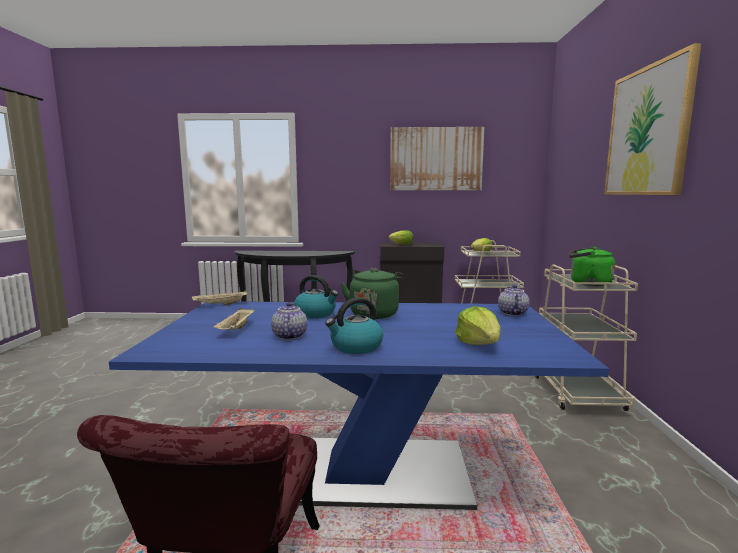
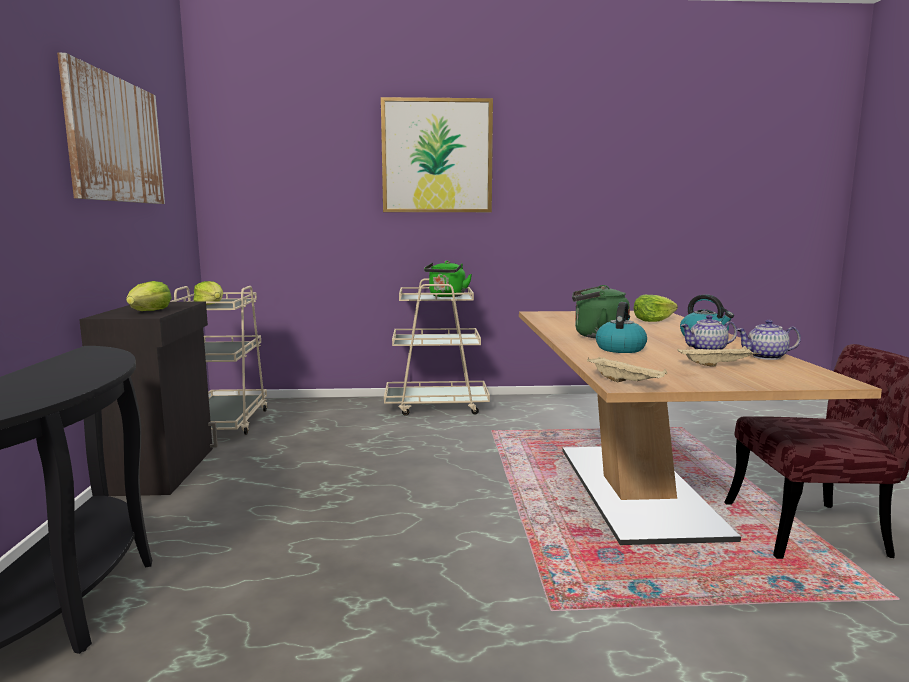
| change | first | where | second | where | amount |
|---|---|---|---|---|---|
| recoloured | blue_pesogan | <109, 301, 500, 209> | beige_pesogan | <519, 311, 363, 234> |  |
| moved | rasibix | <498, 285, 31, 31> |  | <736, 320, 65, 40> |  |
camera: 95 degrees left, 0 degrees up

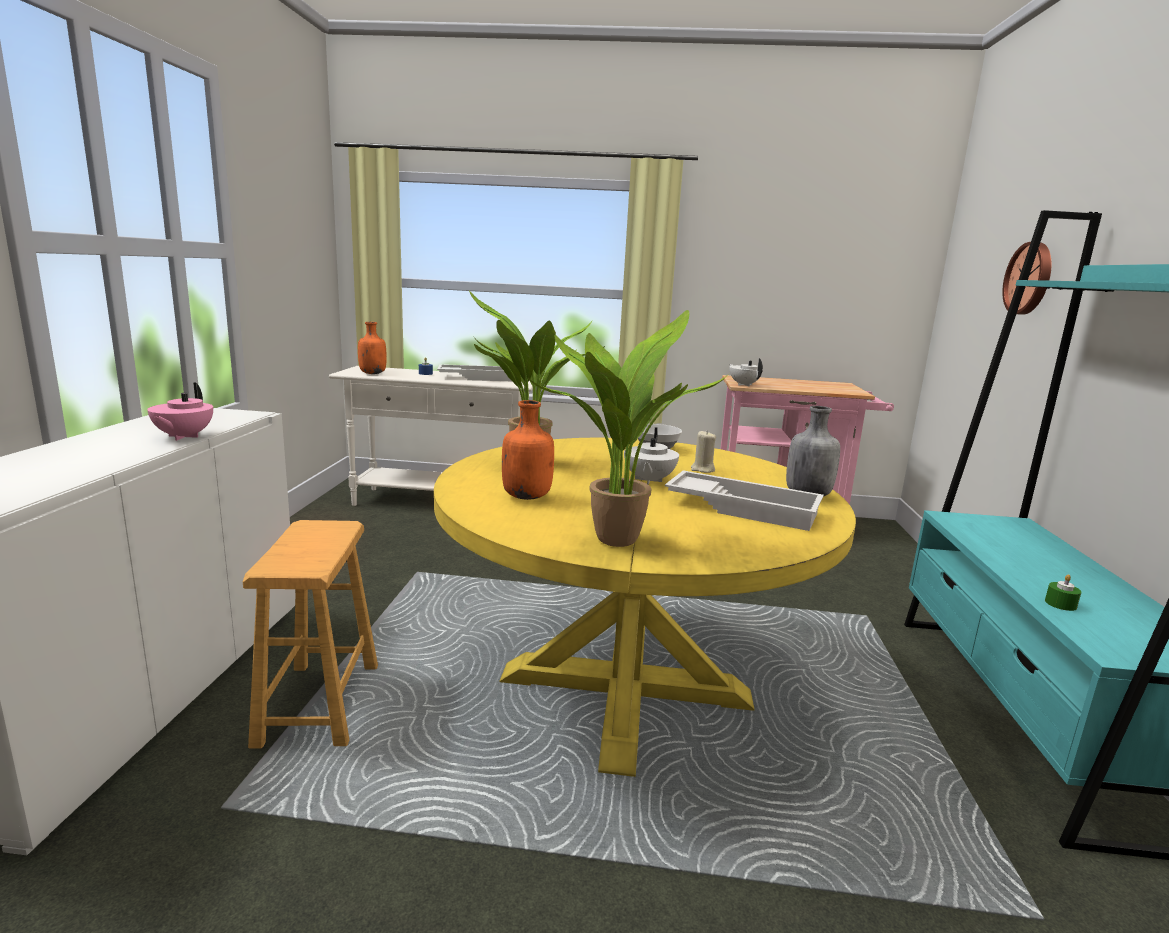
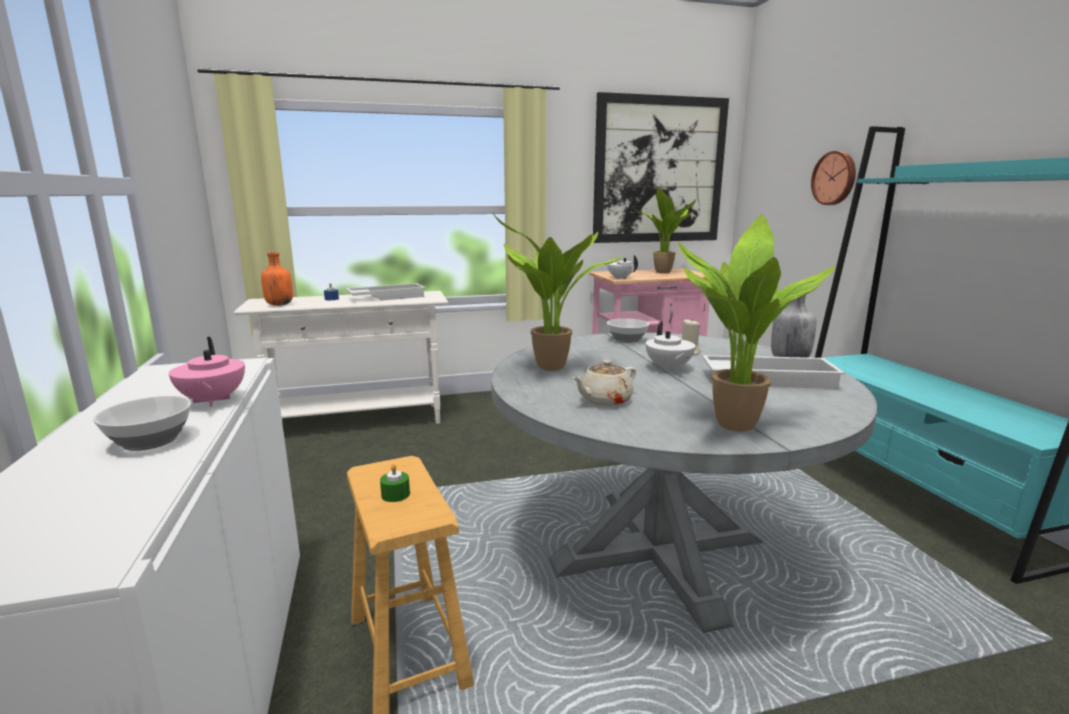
| change | first | where | second | where | amount |
|---|---|---|---|---|---|
| added |  |  | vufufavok | <93, 396, 98, 55> |  |
| moved | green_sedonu | <1045, 574, 36, 37> |  | <380, 464, 30, 38> |  |
| recoloured | yellow_pesogan | <434, 438, 422, 339> | grey_pesogan | <492, 333, 385, 300> |  |
| replaced | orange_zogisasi | <502, 400, 52, 100> | beige_rasibix | <572, 360, 64, 46> |  |
| added |  |  | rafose | <593, 92, 136, 151> |  |
| added |  |  | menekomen | <633, 187, 63, 87> |  |
camera: 20 degrees left, 0 degrees up

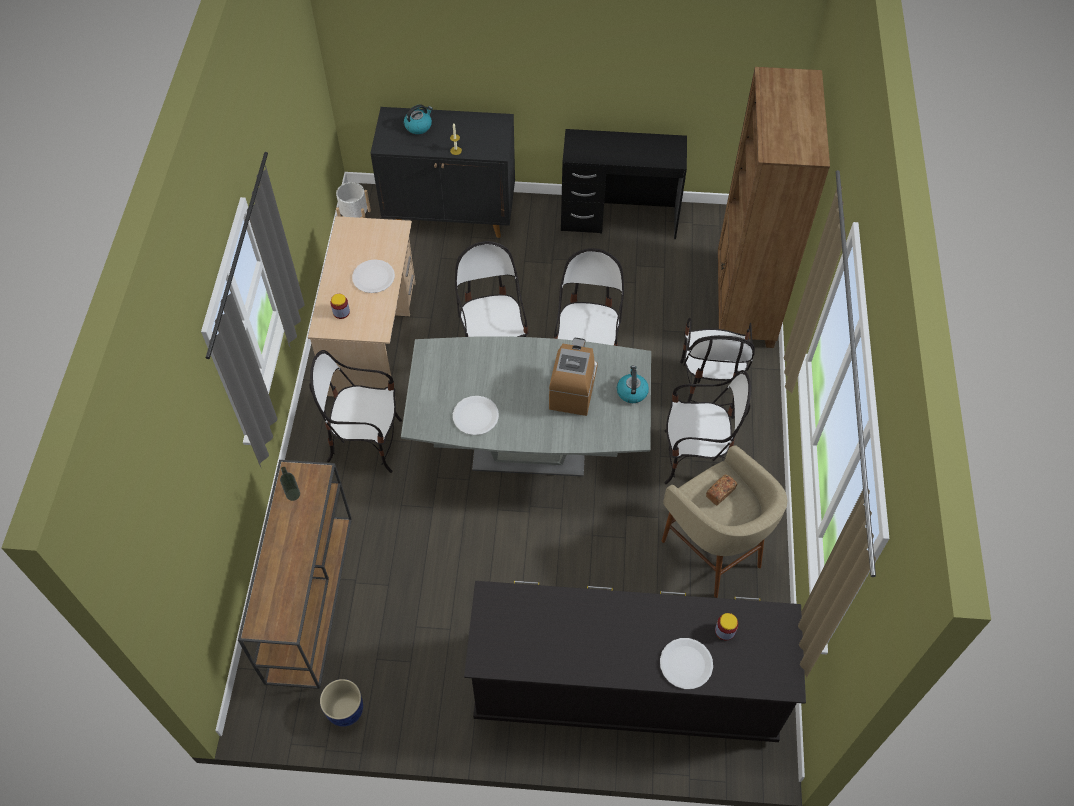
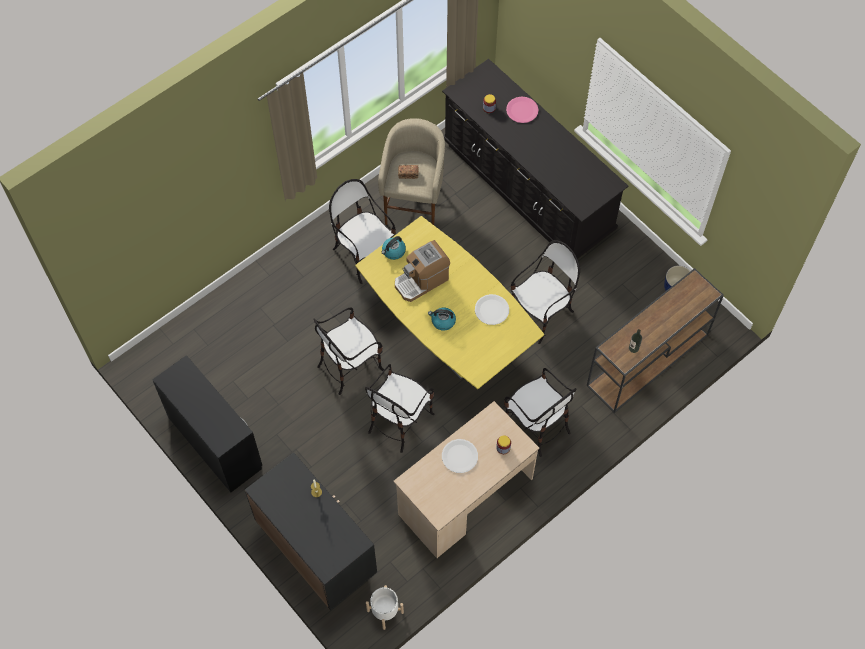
| change | first | where | second | where | amount |
|---|---|---|---|---|---|
| recoloured | grey_pesogan | <401, 336, 250, 141> | yellow_pesogan | <355, 216, 189, 173> |  |
| moved | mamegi | <404, 104, 29, 30> |  | <428, 308, 28, 23> |  |
| recoloured | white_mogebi | <660, 638, 53, 51> | pink_mogebi | <506, 97, 33, 26> |  |
| moved | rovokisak | <680, 318, 75, 101> |  | <511, 240, 69, 104> |  |
| removed | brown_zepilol | <718, 67, 112, 281> |  |  |  |
camera: 135 degrees left, 5 degrees up

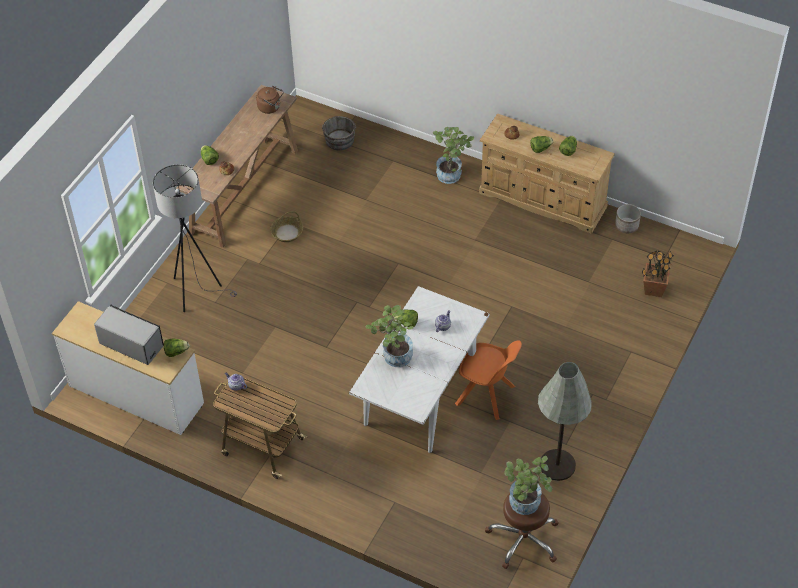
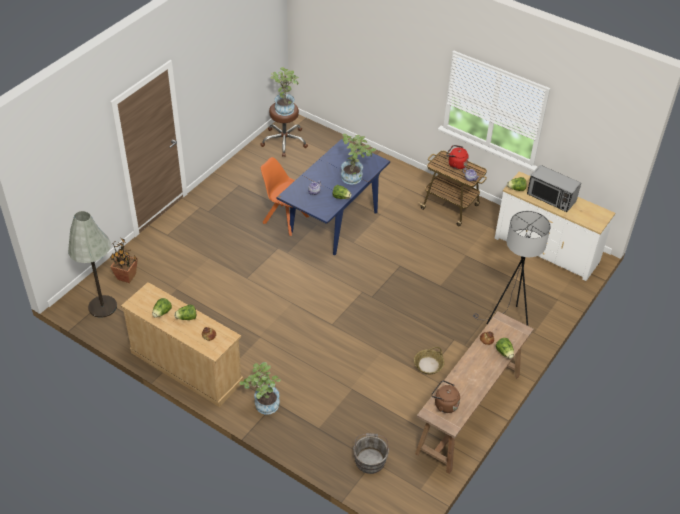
| change | first | where | second | where | amount |
|---|---|---|---|---|---|
| moved | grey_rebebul | <538, 362, 54, 119> |  | <68, 211, 49, 107> |  |
| recoloured | white_pesogan | <349, 286, 141, 167> | blue_pesogan | <277, 139, 113, 116> |  |
| added |  |  | red_mamegi | <446, 145, 23, 24> |  |
| removed | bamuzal | <615, 204, 26, 29> |  |  |  |
camera: 175 degrees left, 5 degrees down

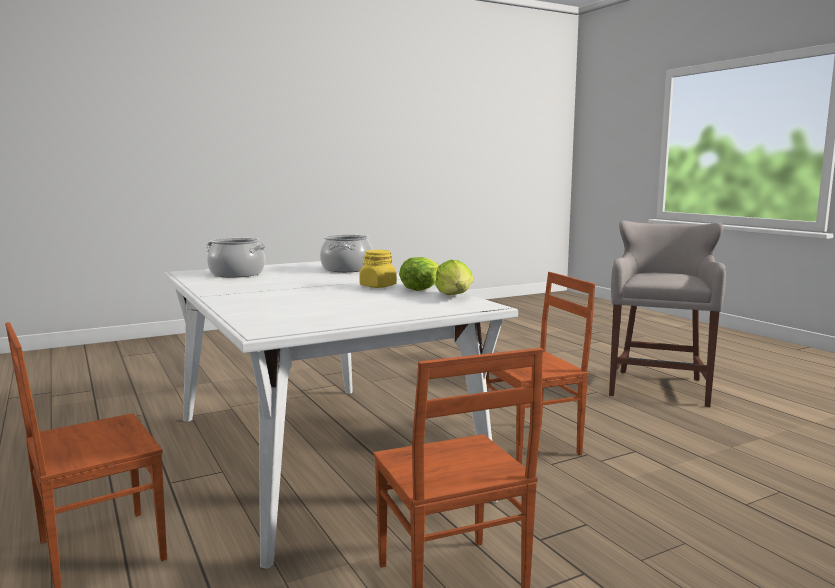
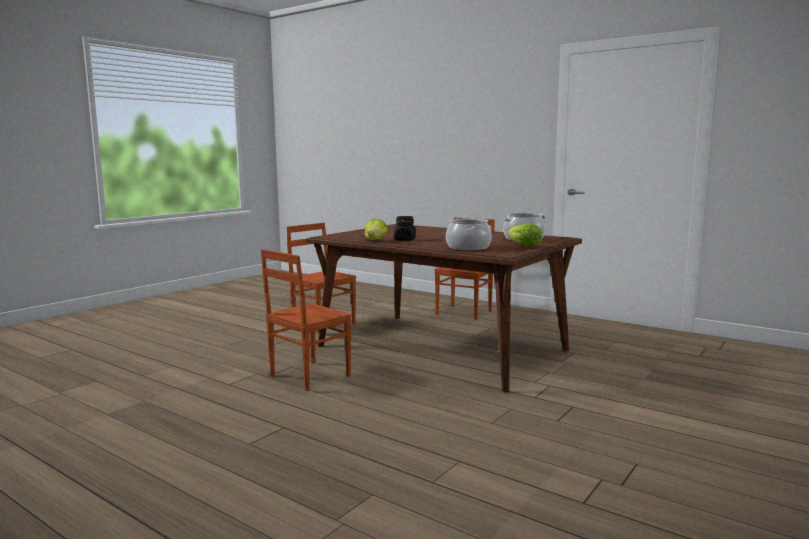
| change | first | where | second | where | amount |
|---|---|---|---|---|---|
| recoloured | white_pesogan | <164, 261, 354, 308> | brown_pesogan | <306, 224, 276, 168> |  |
| recoloured | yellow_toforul | <359, 250, 38, 38> | black_toforul | <394, 216, 22, 25> |  |
| moved | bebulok | <435, 260, 38, 35> |  | <507, 224, 35, 23> |  |
| removed | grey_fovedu | <609, 221, 117, 186> |  |  |  |
camera: 155 degrees right, 0 degrees up

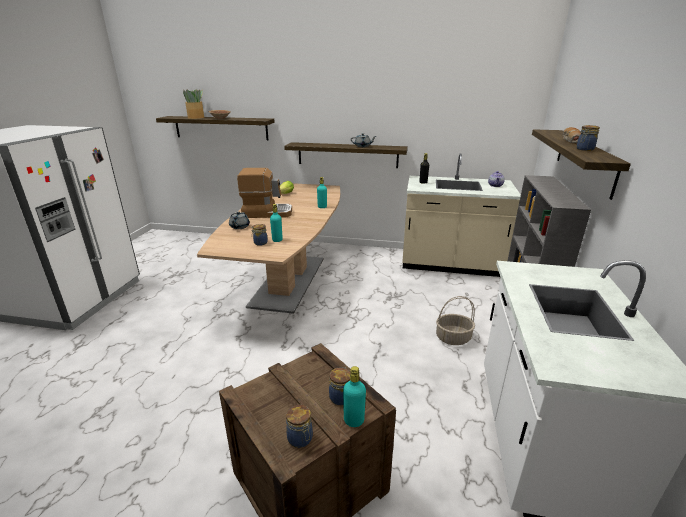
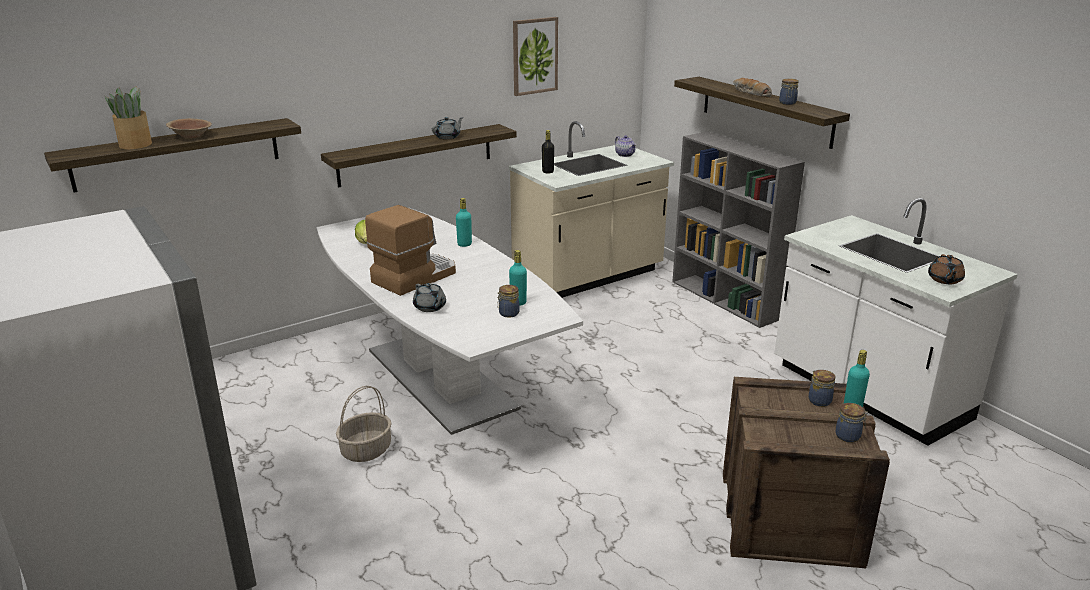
| change | first | where | second | where | amount |
|---|---|---|---|---|---|
| recoloured | brown_pesogan | <197, 183, 143, 131> | white_pesogan | <316, 208, 267, 227> |  |
| moved | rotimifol | <436, 296, 39, 49> |  | <336, 386, 56, 76> |  |
| added |  |  | rafose | <513, 17, 45, 79> |  |
| added |  |  | brown_rasibix | <928, 254, 37, 30> |  |
camera: 45 degrees left, 0 degrees up

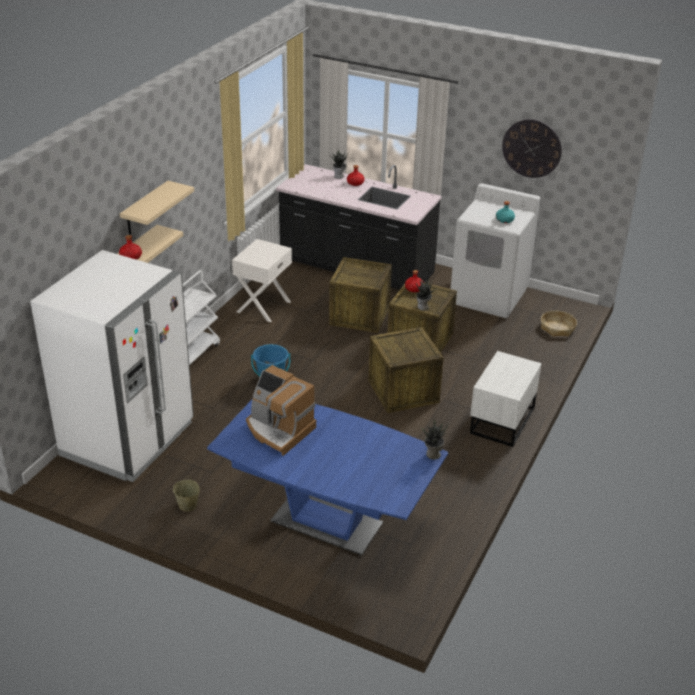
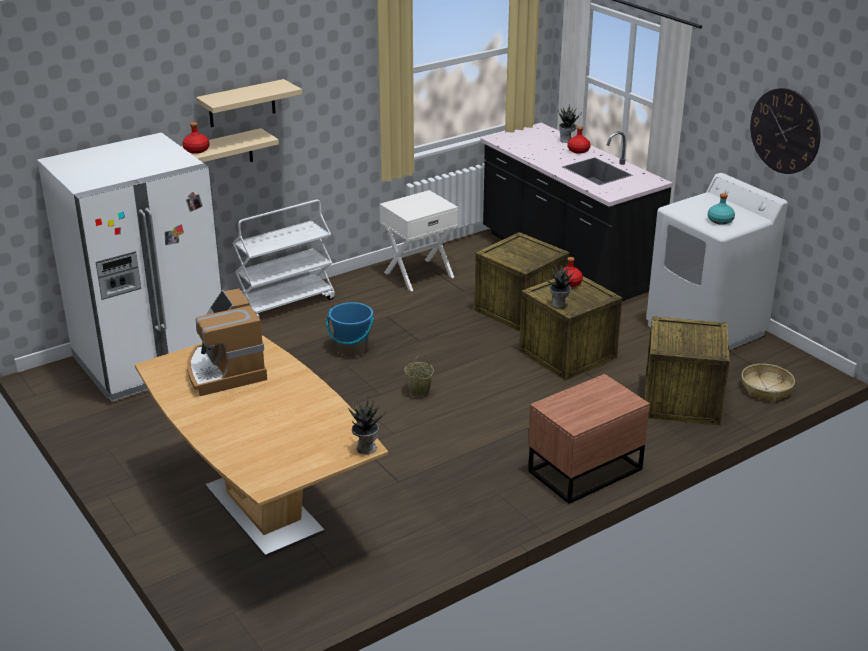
| change | first | where | second | where | amount |
|---|---|---|---|---|---|
| recoloured | blue_pesogan | <207, 400, 241, 156> | brown_pesogan | <135, 335, 253, 222> |  |
| moved | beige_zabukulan | <173, 476, 27, 35> |  | <404, 355, 30, 43> |  |
| recoloured | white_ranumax | <470, 351, 72, 96> | brown_ranumax | <528, 374, 122, 130> |  |
| moved | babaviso | <368, 327, 76, 86> |  | <645, 316, 85, 110> |  |
camera: 30 degrees right, 5 degrees down

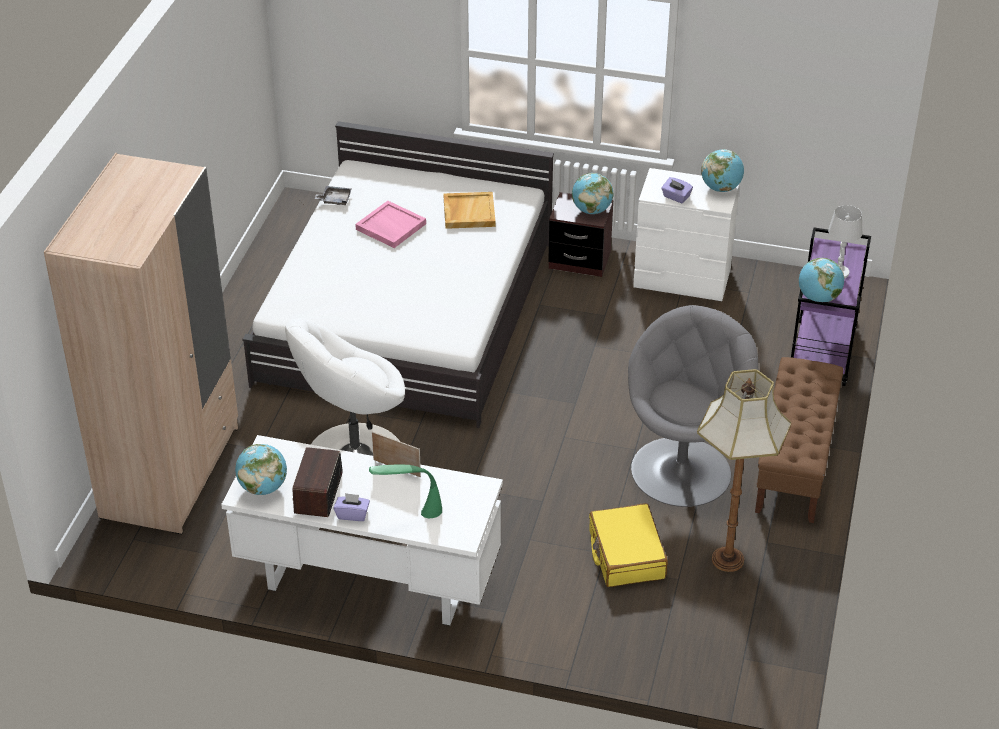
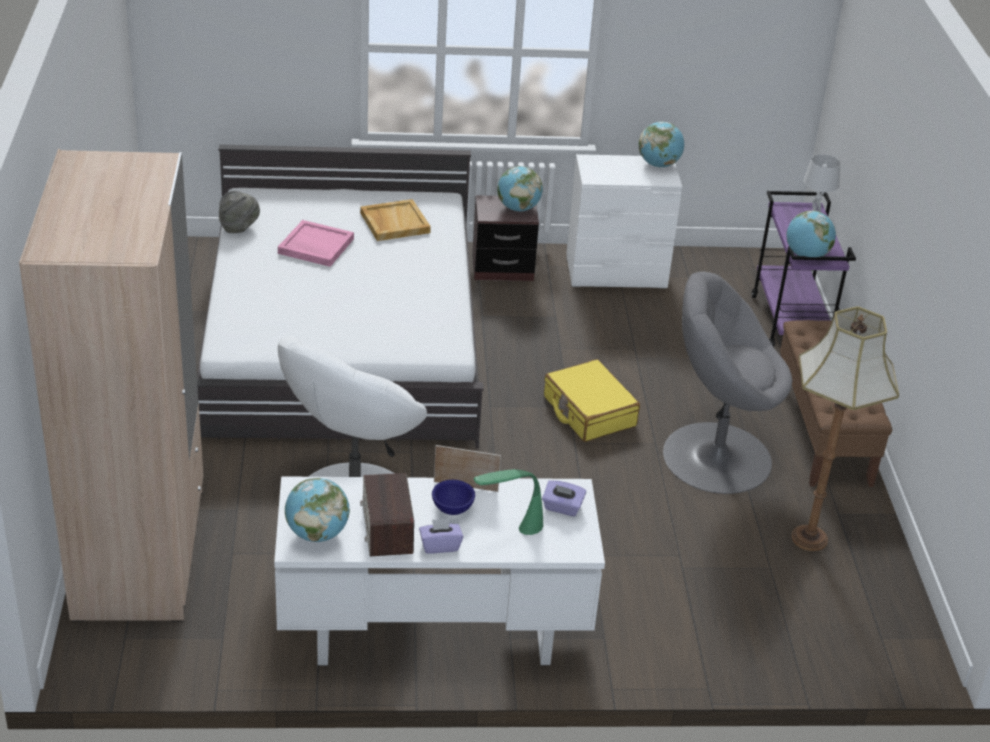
| change | first | where | second | where | amount |
|---|---|---|---|---|---|
| replaced | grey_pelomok | <314, 186, 37, 19> | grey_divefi | <219, 191, 41, 42> |  |
| added |  |  | blue_vufufavok | <432, 480, 43, 35> |  |
| moved | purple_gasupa | <661, 177, 32, 26> |  | <542, 480, 44, 37> |  |
| moved | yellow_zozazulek | <589, 503, 79, 84> |  | <544, 359, 96, 83> |  |
| turned | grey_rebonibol | <628, 305, 130, 202> |  | <663, 271, 129, 223> | 105 degrees counterclockwise |
camera: 20 degrees left, 5 degrees down

